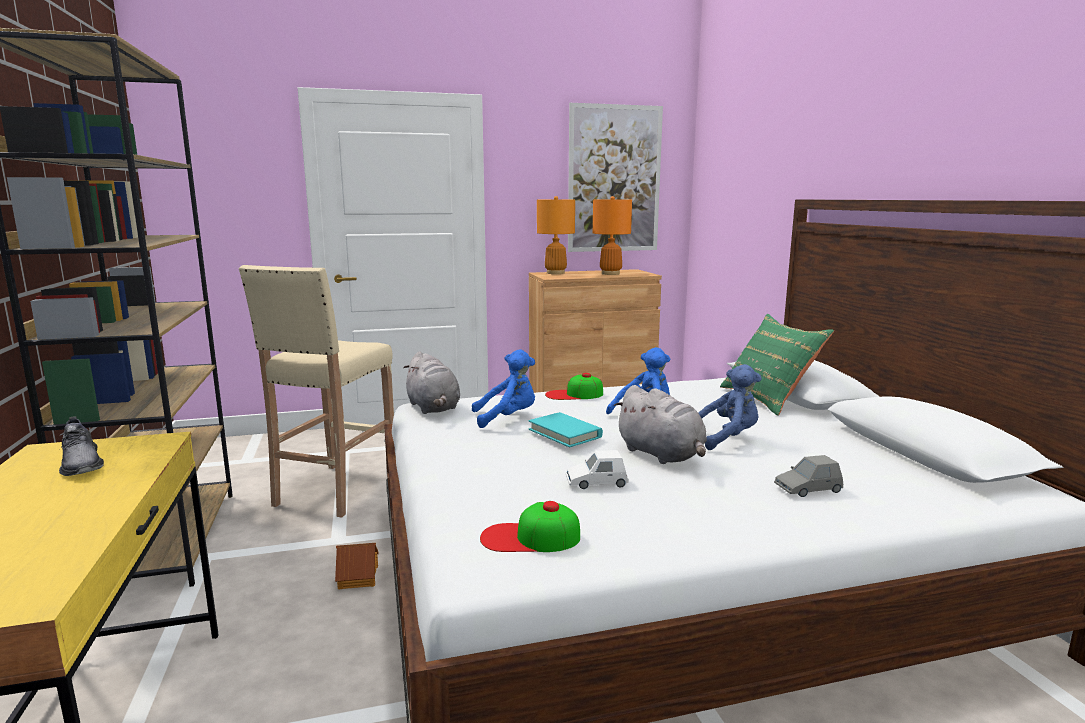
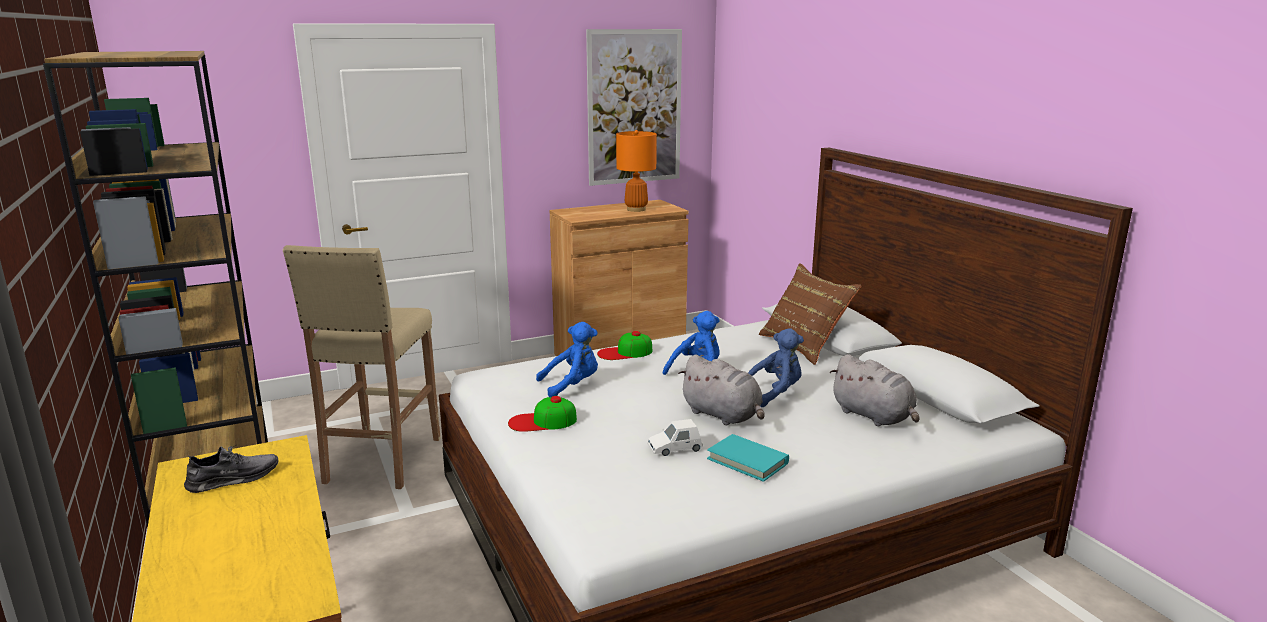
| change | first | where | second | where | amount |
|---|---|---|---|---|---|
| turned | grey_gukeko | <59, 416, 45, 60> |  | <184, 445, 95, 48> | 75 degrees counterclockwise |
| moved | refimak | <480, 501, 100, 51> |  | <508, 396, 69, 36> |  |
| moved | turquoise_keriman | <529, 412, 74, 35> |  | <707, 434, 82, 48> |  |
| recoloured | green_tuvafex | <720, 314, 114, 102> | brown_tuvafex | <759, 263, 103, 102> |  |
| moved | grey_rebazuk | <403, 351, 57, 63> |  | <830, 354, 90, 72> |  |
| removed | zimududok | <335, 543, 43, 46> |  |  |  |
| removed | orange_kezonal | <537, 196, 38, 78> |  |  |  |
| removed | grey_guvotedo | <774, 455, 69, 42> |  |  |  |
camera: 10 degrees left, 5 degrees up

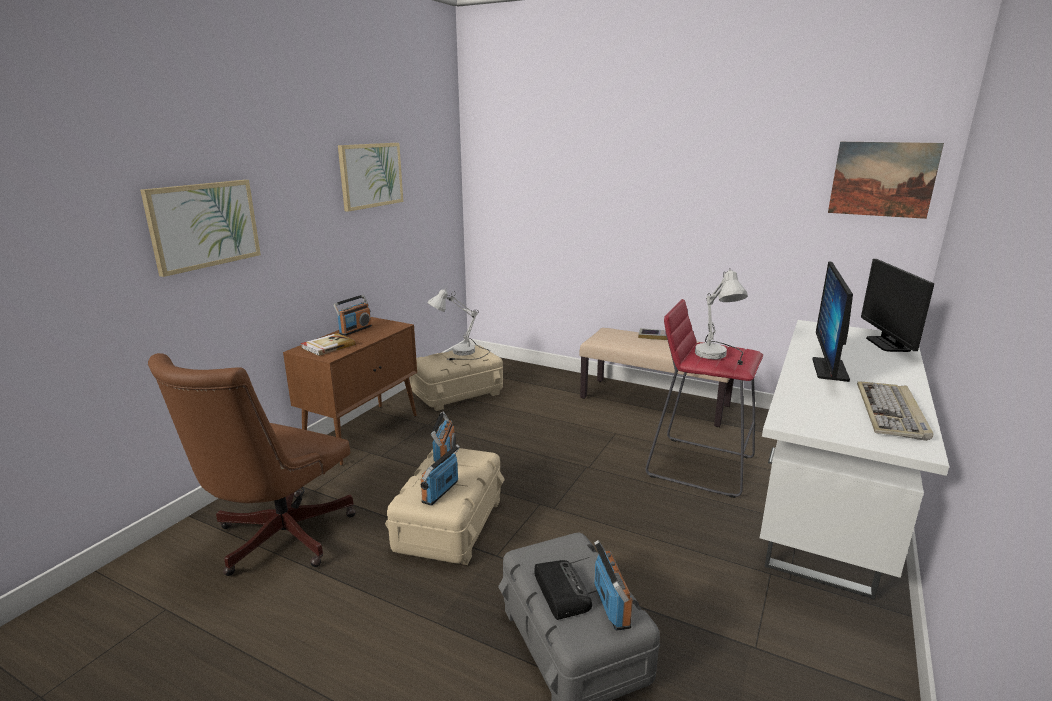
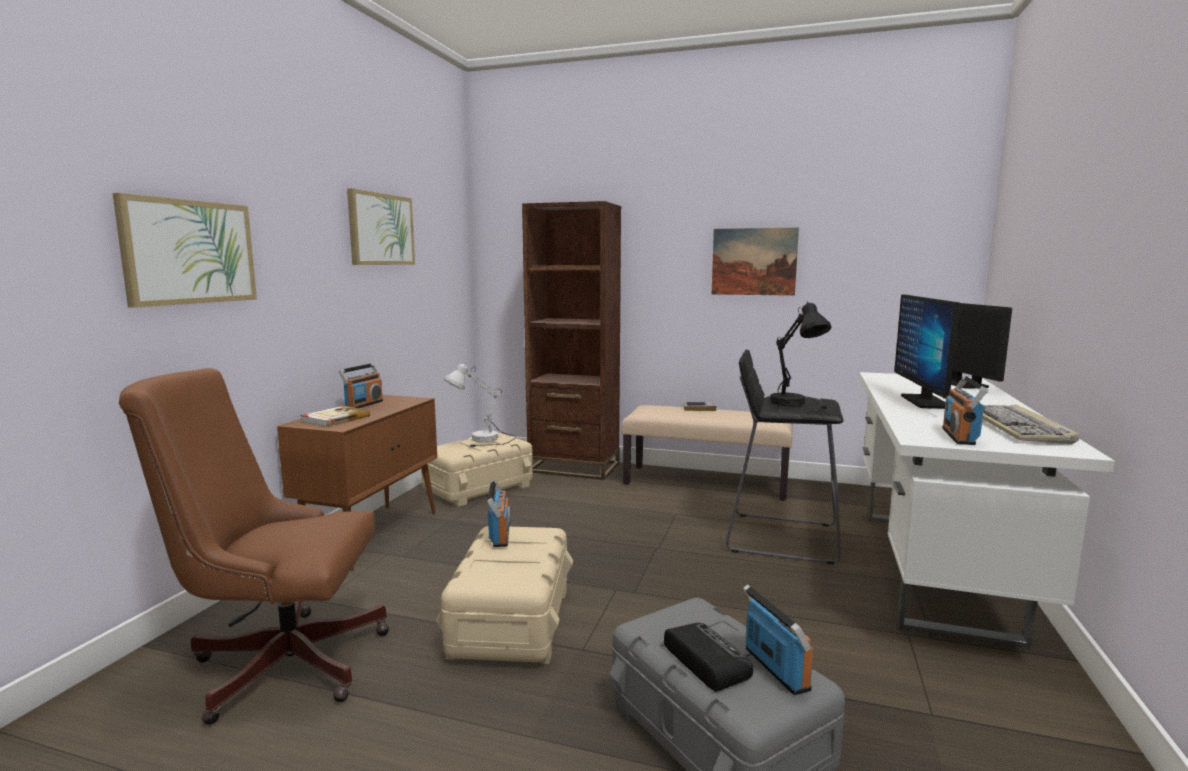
| change | first | where | second | where | amount |
|---|---|---|---|---|---|
| turned | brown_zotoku | <148, 353, 208, 223> |  | <119, 368, 271, 357> | 75 degrees clockwise |
| added |  |  | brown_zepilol | <522, 201, 99, 279> |  |
| moved | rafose | <828, 142, 116, 77> |  | <712, 228, 87, 68> |  |
| recoloured | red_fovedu | <646, 299, 117, 199> | black_fovedu | <726, 350, 118, 214> |  |
| recoloured | white_kezonal | <695, 268, 53, 97> | black_kezonal | <770, 301, 61, 108> |  |
| moved | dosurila | <421, 444, 39, 62> |  | <942, 376, 46, 69> |  |
camera: 10 degrees left, 10 degrees down

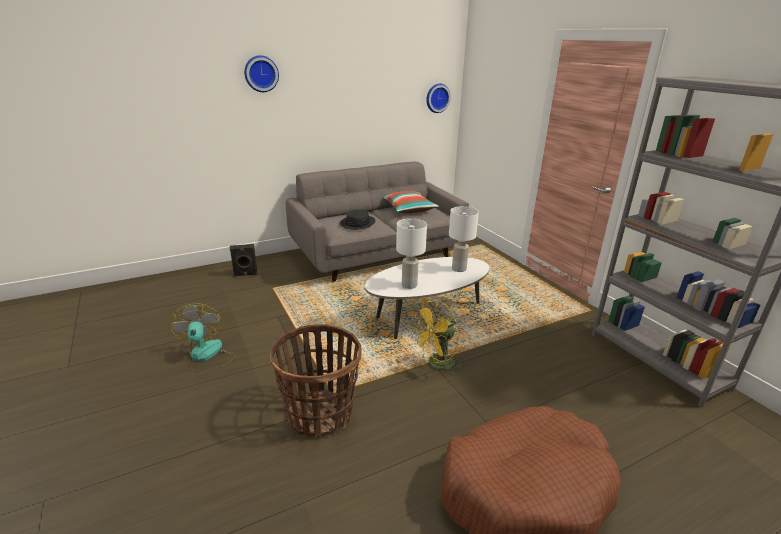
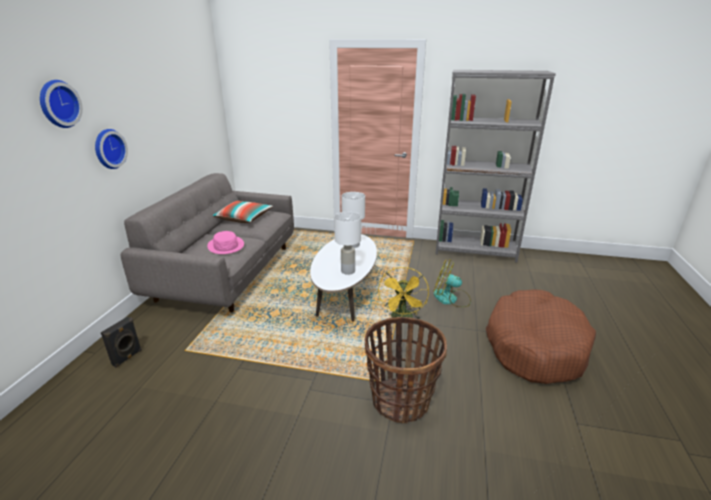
| change | first | where | second | where | amount |
|---|---|---|---|---|---|
| moved | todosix | <426, 84, 25, 29> |  | <95, 129, 33, 40> |  |
| recoloured | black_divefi | <340, 209, 36, 21> | pink_divefi | <207, 231, 37, 23> |  |
| moved | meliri | <169, 303, 67, 69> |  | <434, 259, 37, 48> |  |
camera: 50 degrees left, 0 degrees up

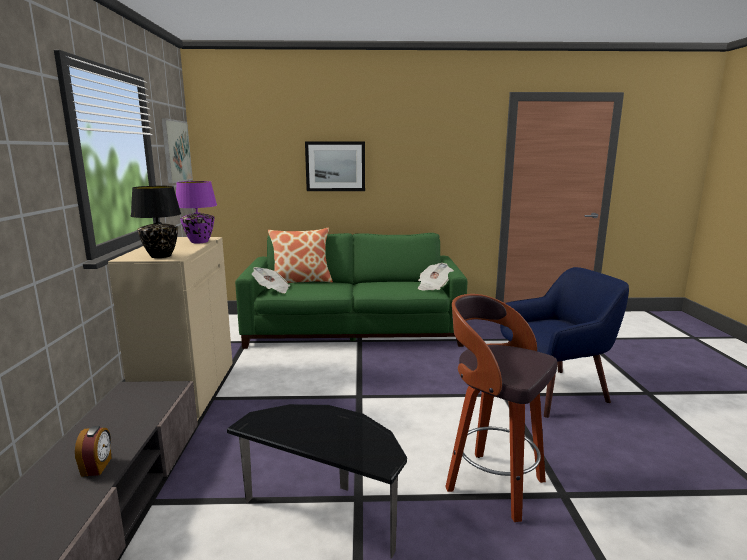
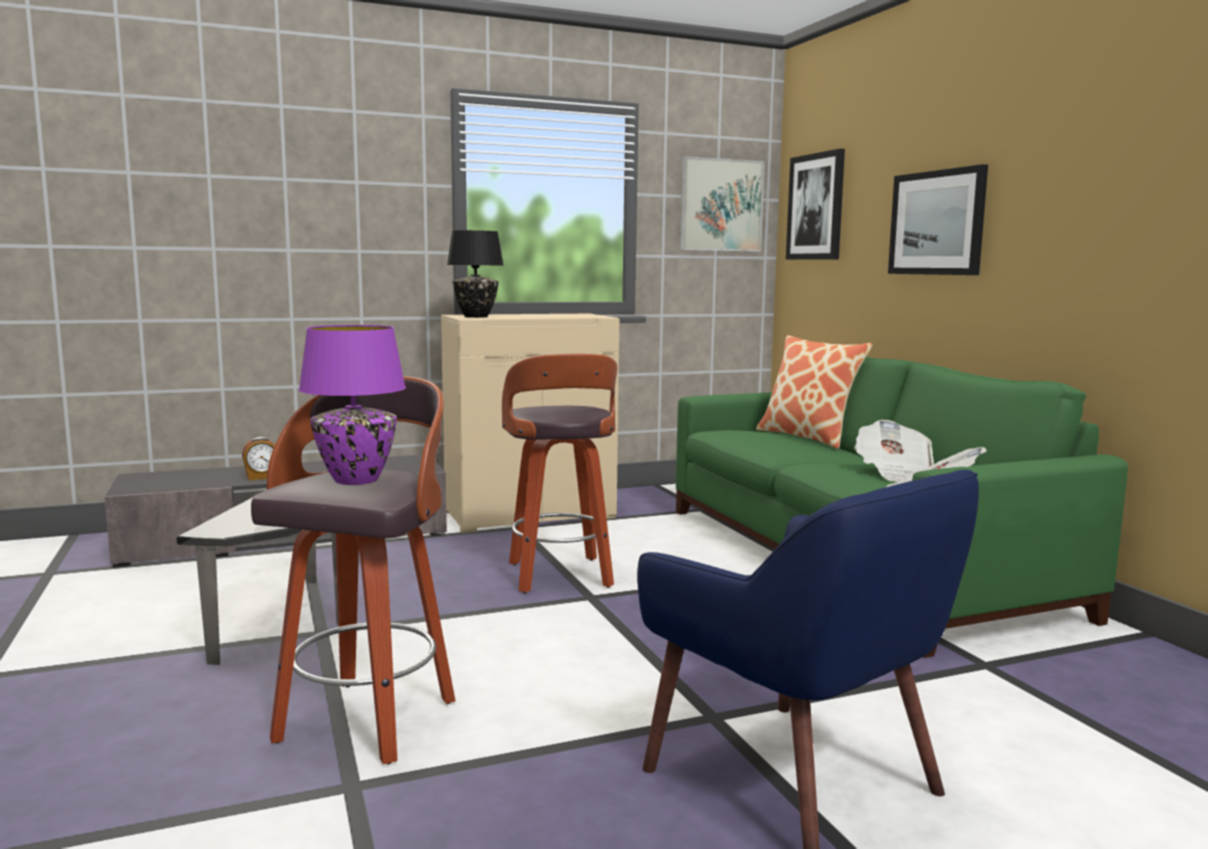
| change | first | where | second | where | amount |
|---|---|---|---|---|---|
| moved | purple_kezonal | <176, 181, 41, 62> |  | <298, 325, 108, 160> |  |
| added |  |  | fovedu | <502, 354, 116, 239> |  |
| added |  |  | rafose | <786, 149, 59, 111> |  |
| moved | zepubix | <252, 267, 38, 26> |  | <854, 420, 80, 62> |  |
camera: 70 degrees right, 5 degrees down

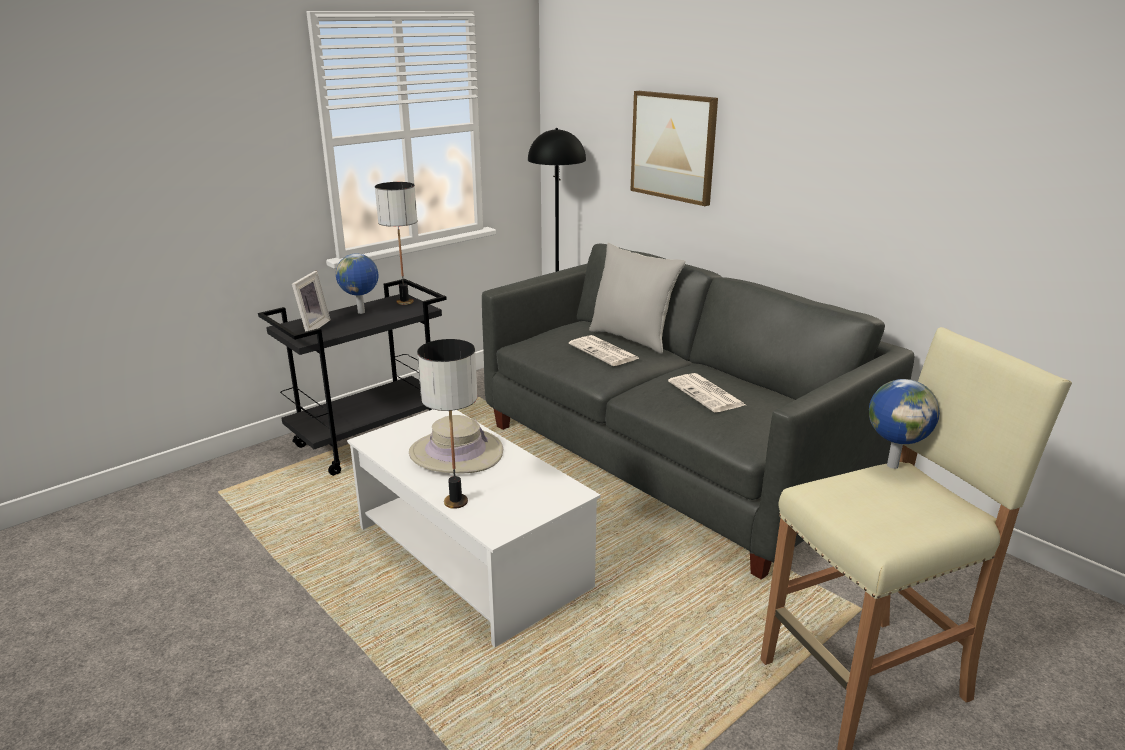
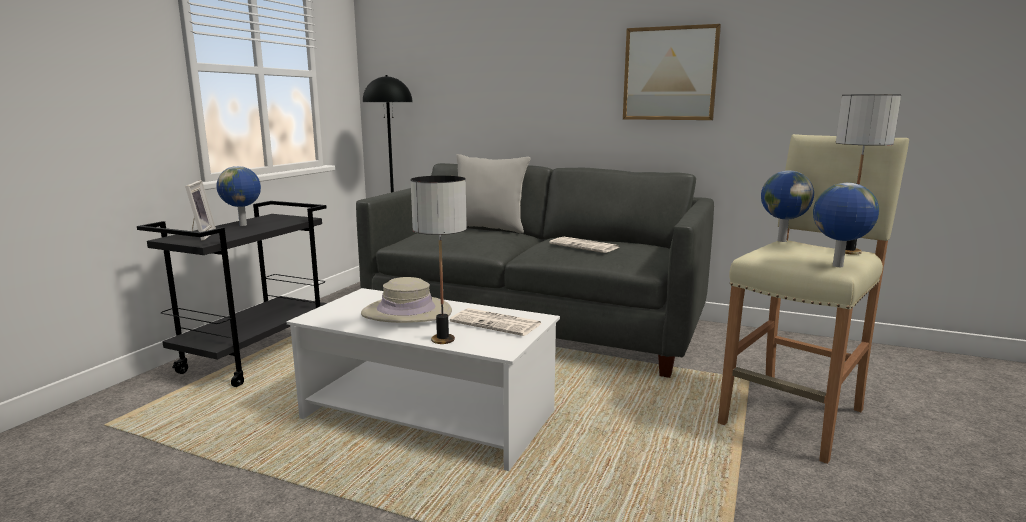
| change | first | where | second | where | amount |
|---|---|---|---|---|---|
| moved | zepubix | <569, 335, 70, 31> |  | <450, 308, 93, 28> |  |
| moved | rafose | <630, 91, 88, 115> |  | <623, 24, 98, 96> |  |
| added |  |  | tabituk | <813, 183, 66, 84> |  |
| moved | kezonal | <375, 182, 42, 123> |  | <836, 94, 65, 161> |  |
camera: 25 degrees left, 10 degrees down

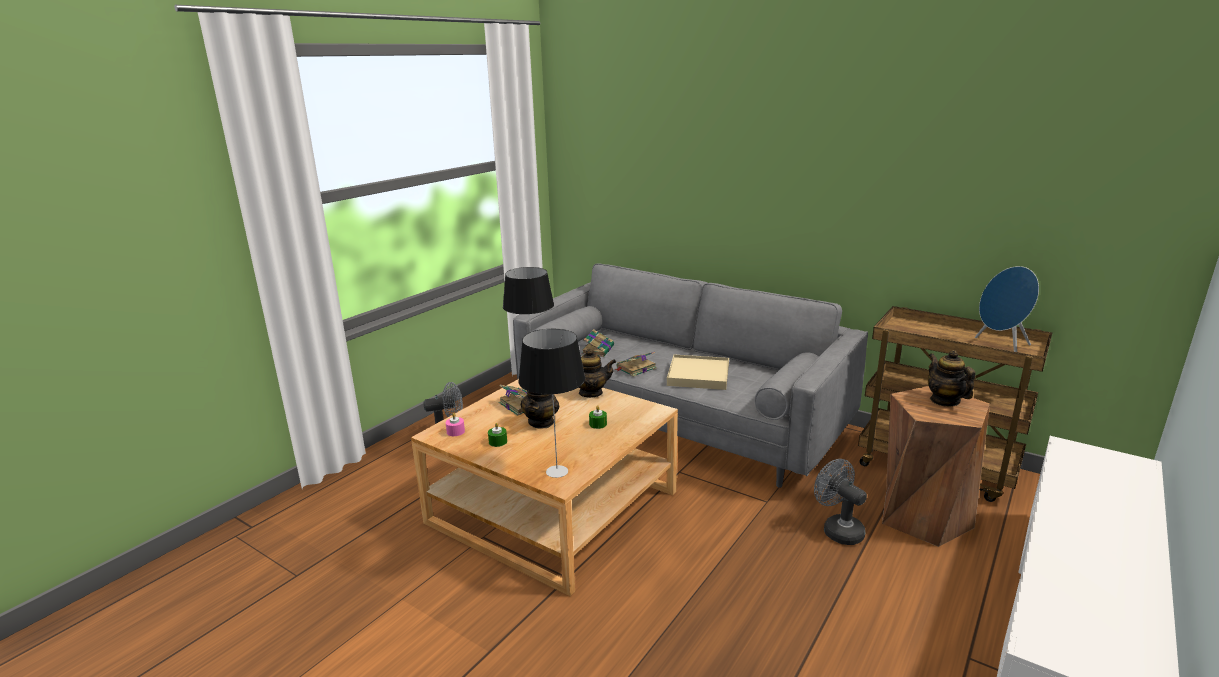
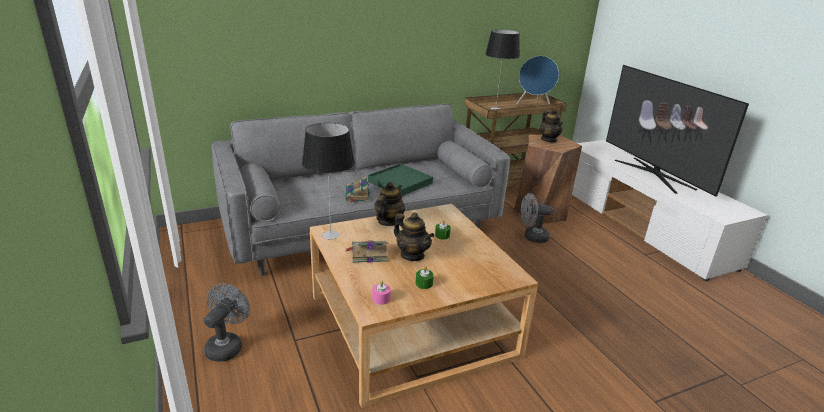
| change | first | where | second | where | amount |
|---|---|---|---|---|---|
| recoloured | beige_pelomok | <667, 355, 62, 35> | green_pelomok | <368, 164, 65, 32> |  |
| moved | kezonal | <519, 329, 66, 149> |  | <486, 30, 34, 80> |  |
| turned | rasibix | <928, 350, 47, 57> |  | <540, 109, 23, 34> | 120 degrees counterclockwise |
| added |  |  | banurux | <606, 65, 143, 132> |  |
| removed | keriman | <582, 329, 32, 28> |  |  |  |
camera: 60 degrees left, 5 degrees up

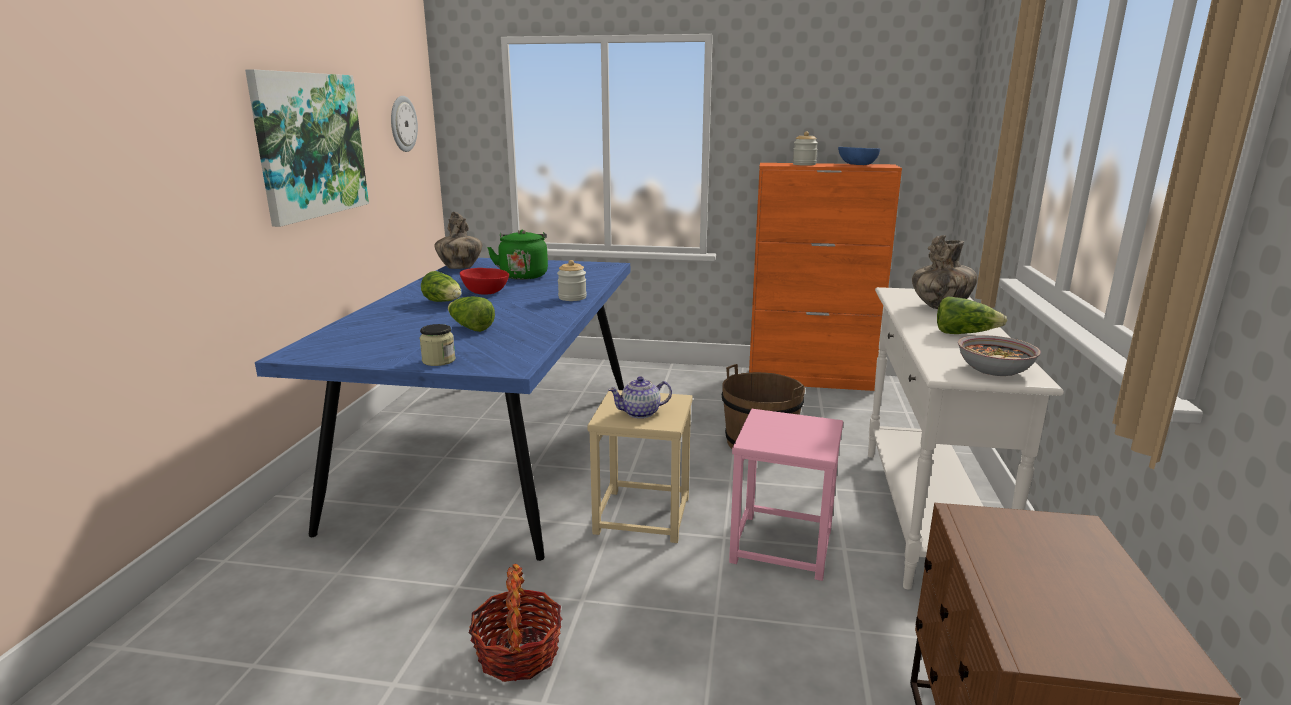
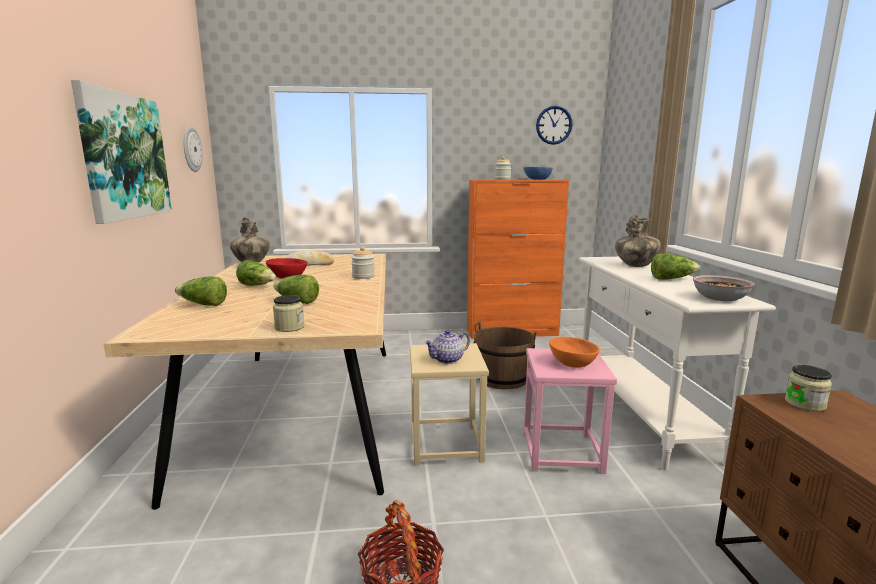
| change | first | where | second | where | amount |
|---|---|---|---|---|---|
| recoloured | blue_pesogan | <255, 258, 375, 303> | beige_pesogan | <103, 254, 283, 256> |  |
| added |  |  | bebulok | <175, 276, 52, 30> |  |
| replaced | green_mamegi | <487, 230, 61, 50> | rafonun | <285, 250, 49, 16> |  |
| added |  |  | todosix | <536, 105, 37, 40> |  |
| added |  |  | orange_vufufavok | <549, 337, 51, 31> |  |
| added |  |  | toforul | <785, 365, 47, 47> |  |
camera: 15 degrees left, 5 degrees down

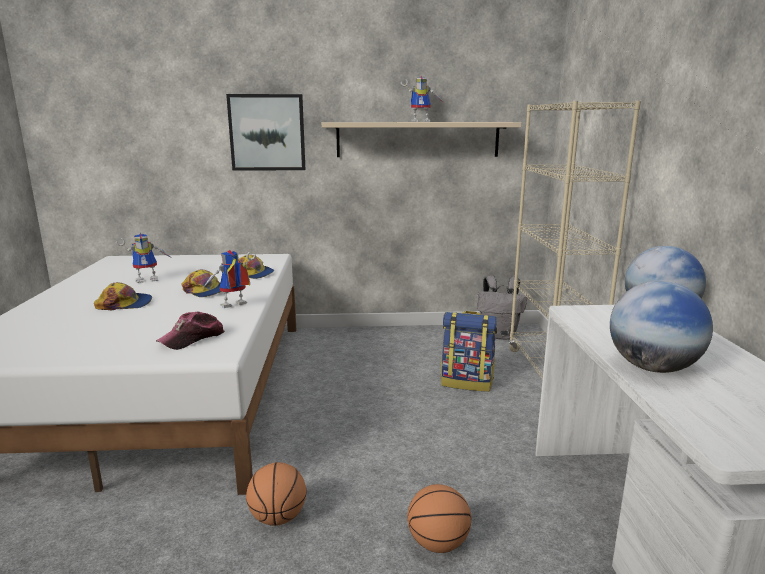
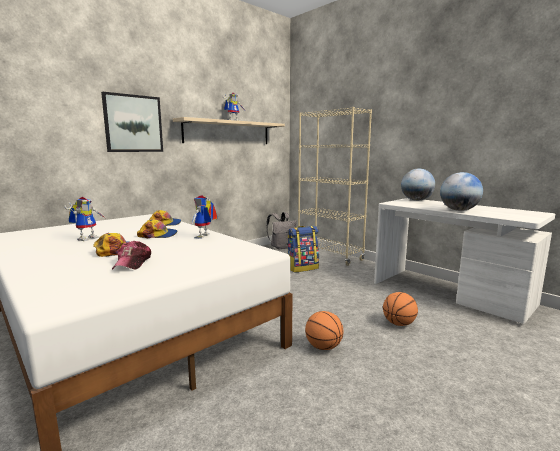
| change | first | where | second | where | amount |
|---|---|---|---|---|---|
| moved | refimak | <156, 311, 69, 39> |  | <112, 241, 39, 29> |  |
camera: 40 degrees left, 5 degrees down

